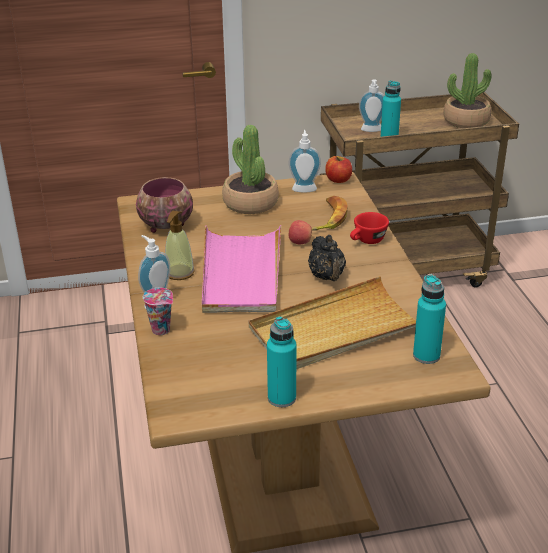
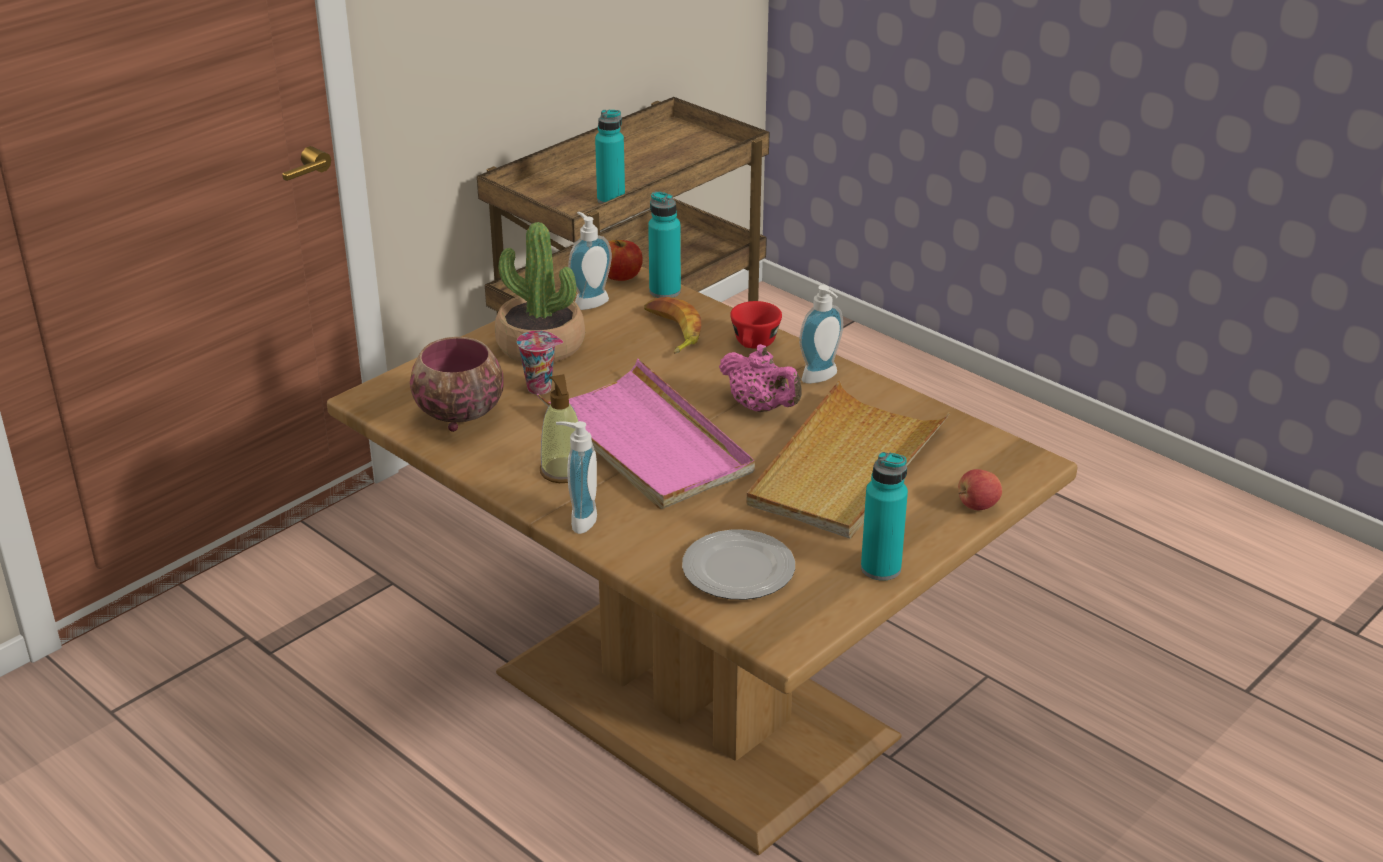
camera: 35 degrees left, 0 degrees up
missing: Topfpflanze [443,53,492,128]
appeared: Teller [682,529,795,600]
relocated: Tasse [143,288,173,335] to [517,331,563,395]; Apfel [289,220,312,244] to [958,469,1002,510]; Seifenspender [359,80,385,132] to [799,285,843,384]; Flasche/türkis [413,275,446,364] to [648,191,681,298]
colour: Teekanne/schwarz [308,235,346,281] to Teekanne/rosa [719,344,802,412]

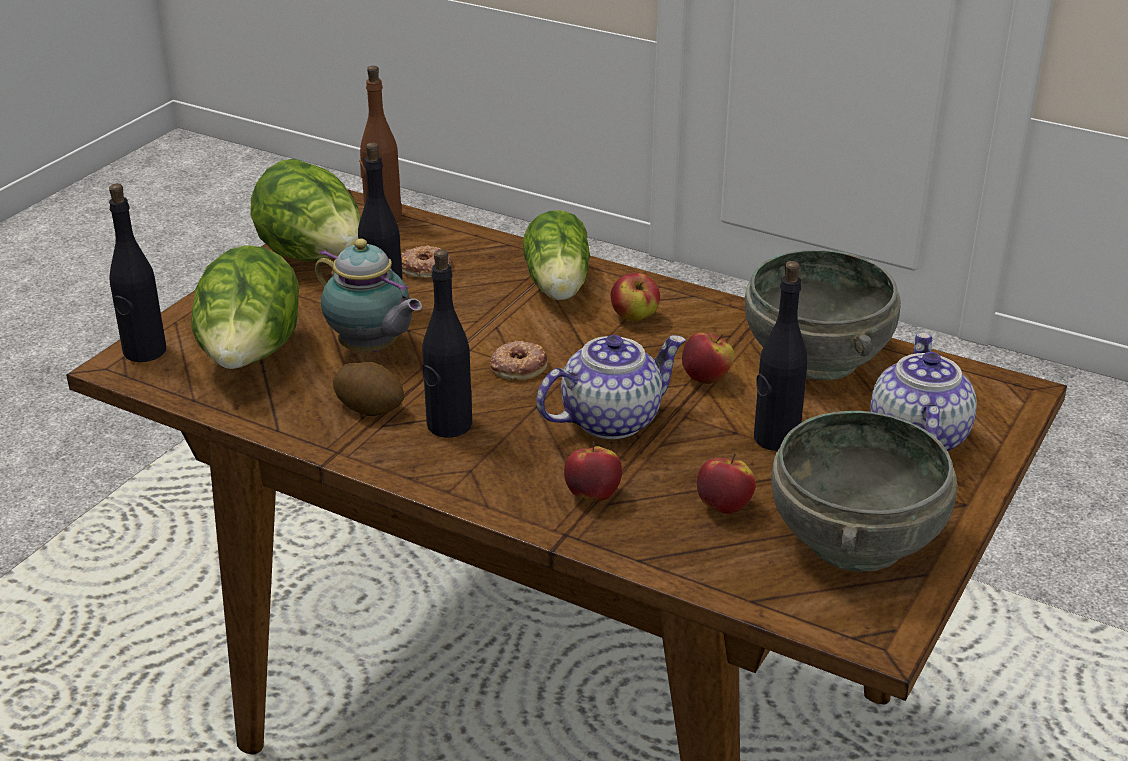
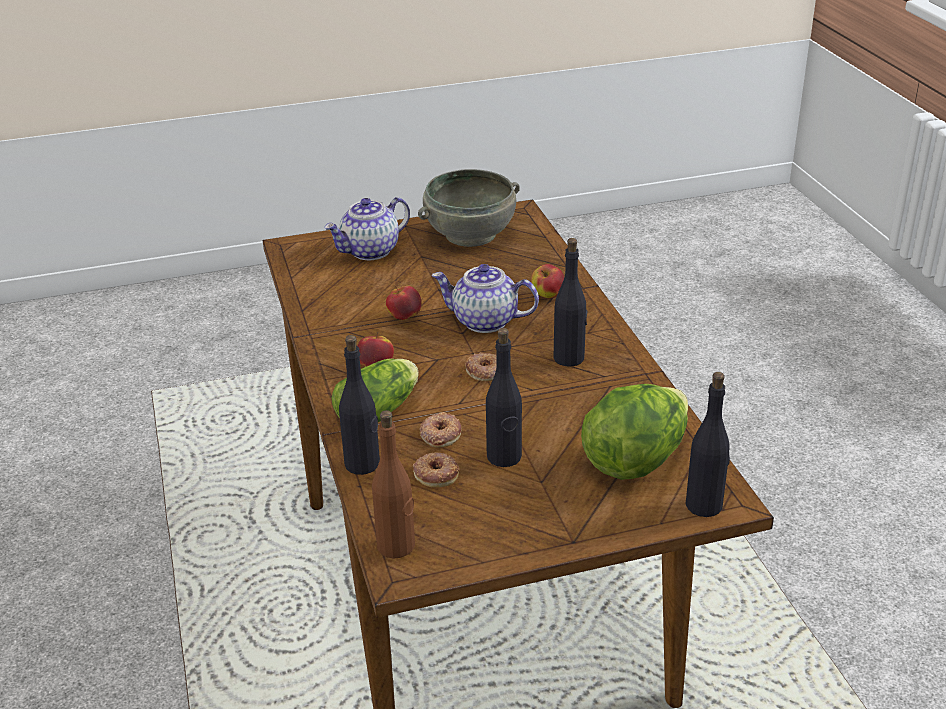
camera: 135 degrees left, 0 degrees up
missing: Salatkopf [250,159,361,262]; Teekanne [315,239,422,352]; Kartoffel [333,362,404,416]; Apfel [697,454,756,514]; Schüssel/grau [745,250,901,380]
appeared: Donut [419,412,461,447]
relocated: Flasche/schwarz [754,261,807,451] to [339,335,380,475]

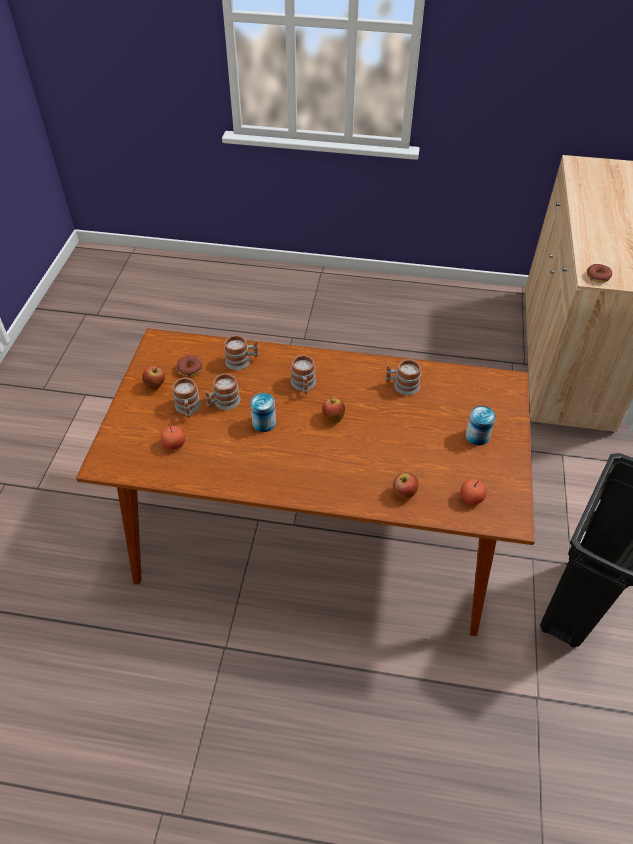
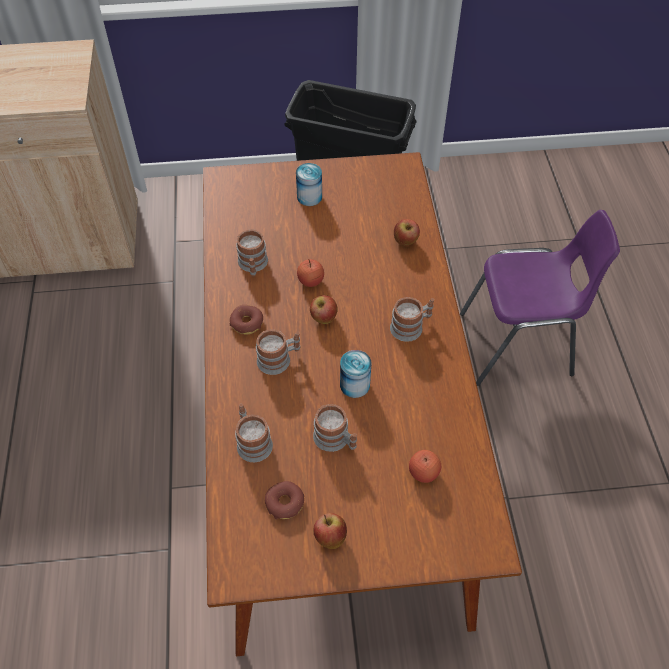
camera: 105 degrees left, 5 degrees up
appeared: Stuhl/lila [460,210,620,386]
relocated: Henkelbecher [173,377,201,418] to [390,297,434,342]; Apfel [460,479,486,505] to [297,259,324,287]; Donut [587,264,612,283] to [230,305,263,335]

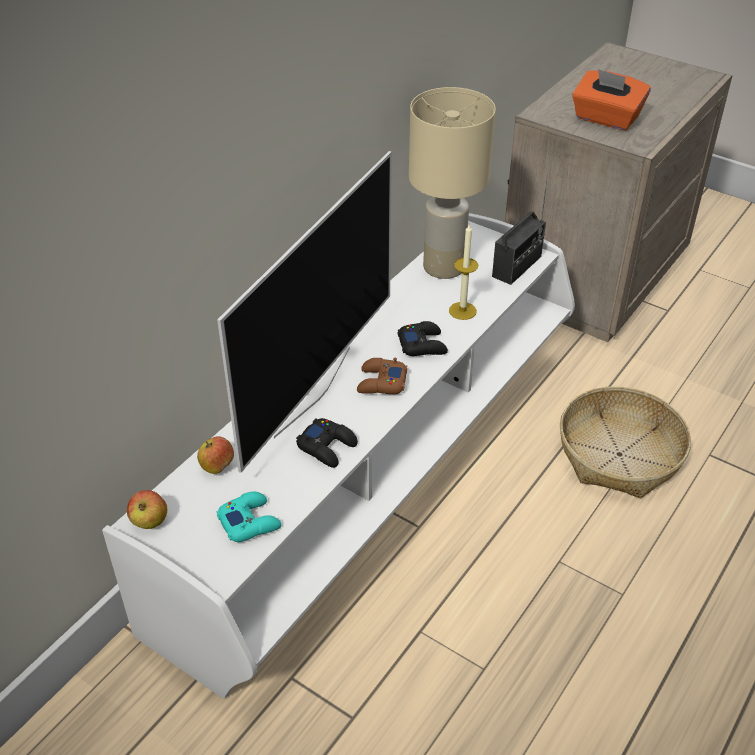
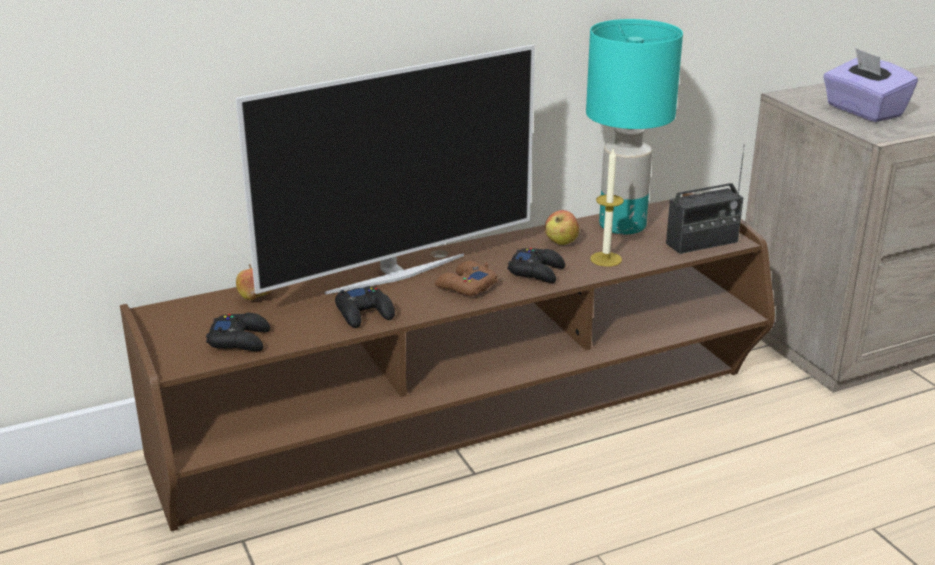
camera: 30 degrees right, 15 degrees down
missing: Korb [560,386,691,498]
relocated: Apfel [127,490,167,529] to [545,210,579,245]
colour: Fernsehschrank/weiß [102,213,575,699] to Fernsehschrank/braun [120,193,775,531]; Gamepad/türkis [216,491,282,542] to Gamepad/schwarz [206,313,271,351]; Tischlampe/beige [409,87,496,279] to Tischlampe/türkis [586,19,683,234]; Taschentuchbox/orange [572,69,651,131] to Taschentuchbox/lila [823,48,918,122]

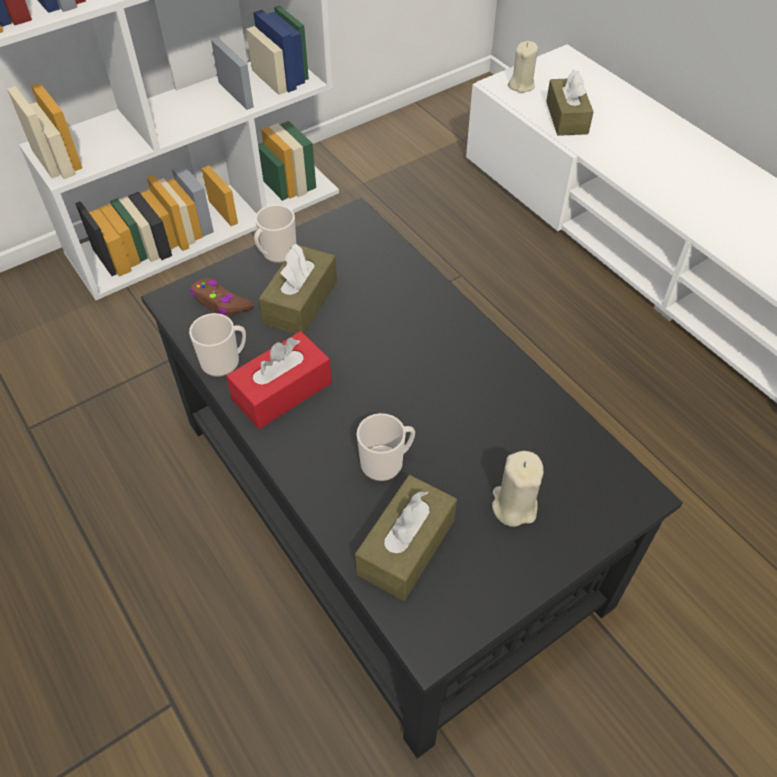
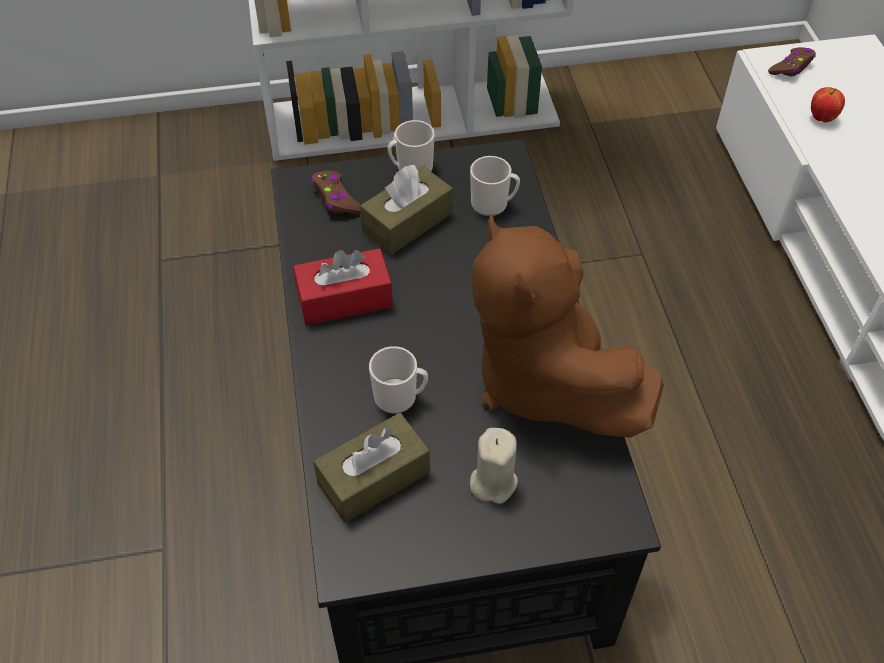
camera: 25 degrees right, 0 degrees up
appeared: Plüschtier/braun [471,213,664,438]
relocated: Henkelbecher [189,313,246,377] to [470,156,520,216]
exchanged: Kerze/beige [508,41,538,93] to Gamepad/braun [768,47,816,76]; Taschentuchbox/braun [546,69,593,136] to Apfel [811,87,845,122]

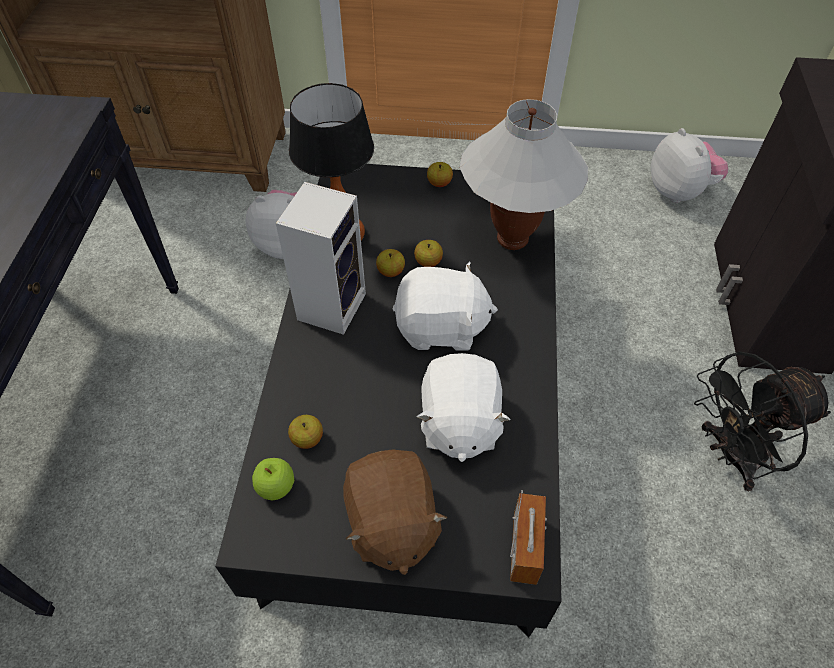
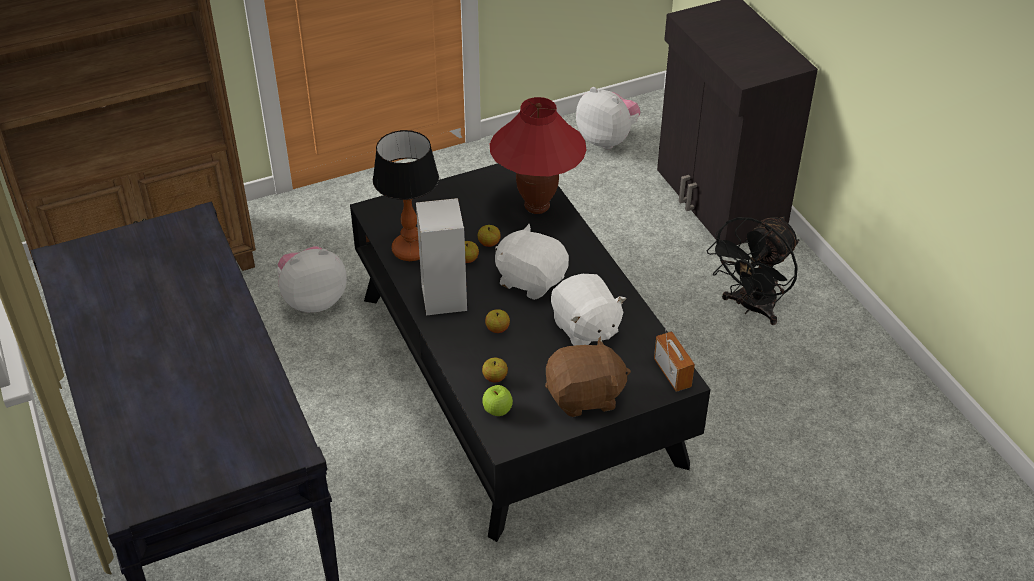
camera: 30 degrees left, 10 degrees down
relocated: Apfel [427,162,453,187] to [485,309,510,333]
colour: Tischlampe/weiß [459,99,588,250] to Tischlampe/rot [490,97,587,214]
spun: Plüschtier/braun [343,449,447,575] = [545,336,631,417] 60 degrees counterclockwise; Plüschtier/weiß [393,262,498,351] = [495,224,569,300] 120 degrees counterclockwise

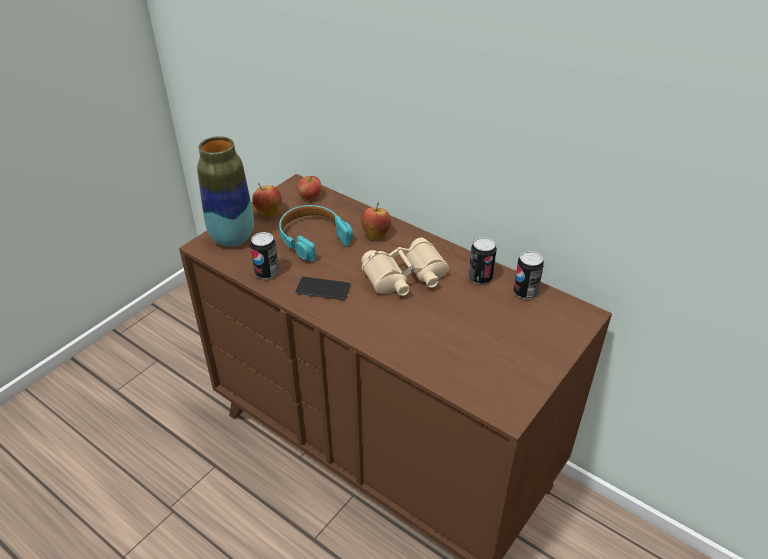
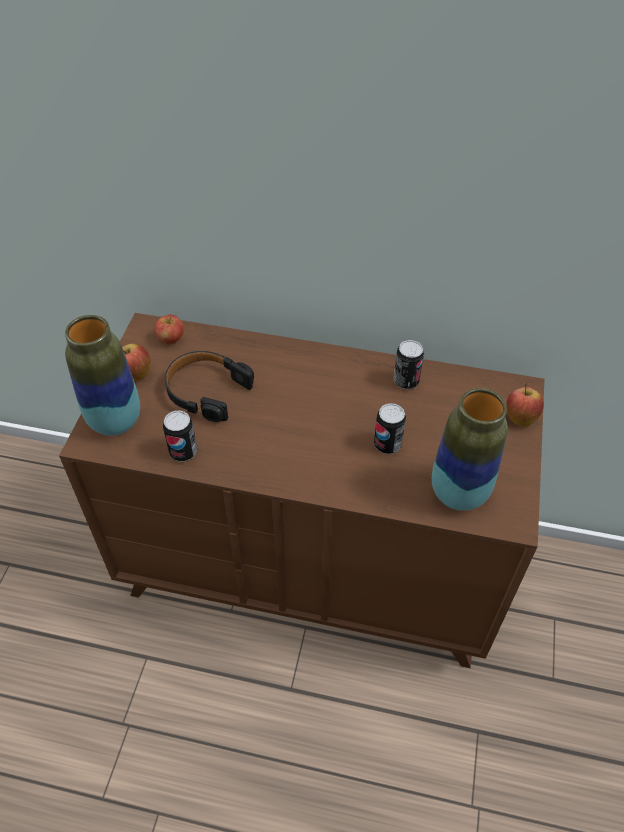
camera: 25 degrees left, 10 degrees up
missing: Handy [296,277,351,300]; Fernglas/beige [361,238,449,296]
appeared: Vase [432,388,508,511]
relocated: Apfel [361,202,391,240] to [506,383,544,427]; Dose [513,251,544,299] to [374,403,406,454]
colour: Kopfhörer/türkis [279,205,353,262] to Kopfhörer/schwarz [165,351,254,422]

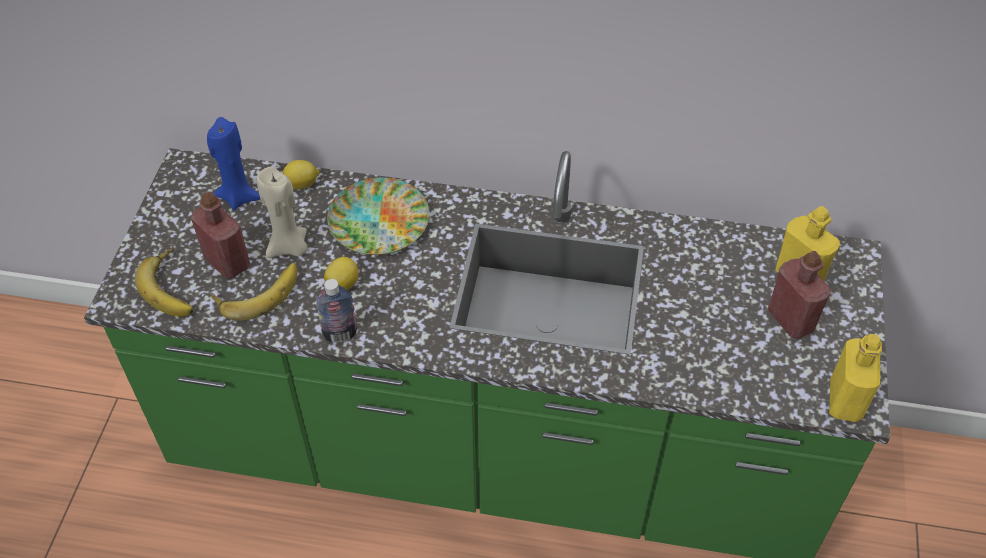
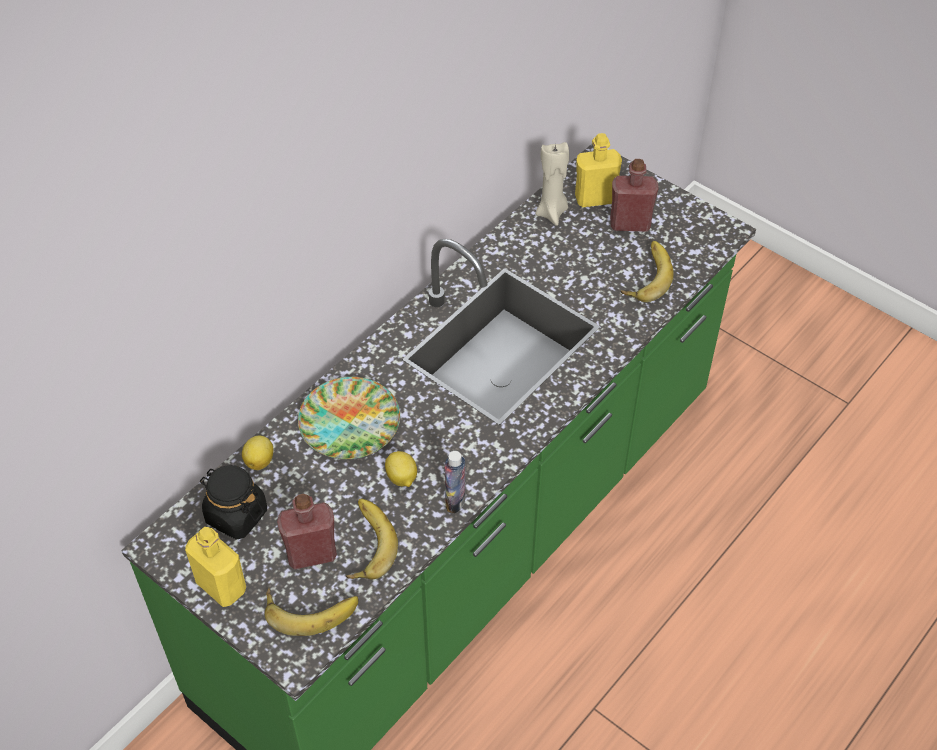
camera: 60 degrees left, 0 degrees up
appeared: Banane [621,241,674,302]
relocated: Kerze/beige [257,166,308,258] to [535,142,569,226]; Flasche/gelb [829,334,882,422] to [185,527,246,607]
exchanged: Kerze/blau [207,117,260,210] to Vorratsglas/schwarz [200,465,267,540]

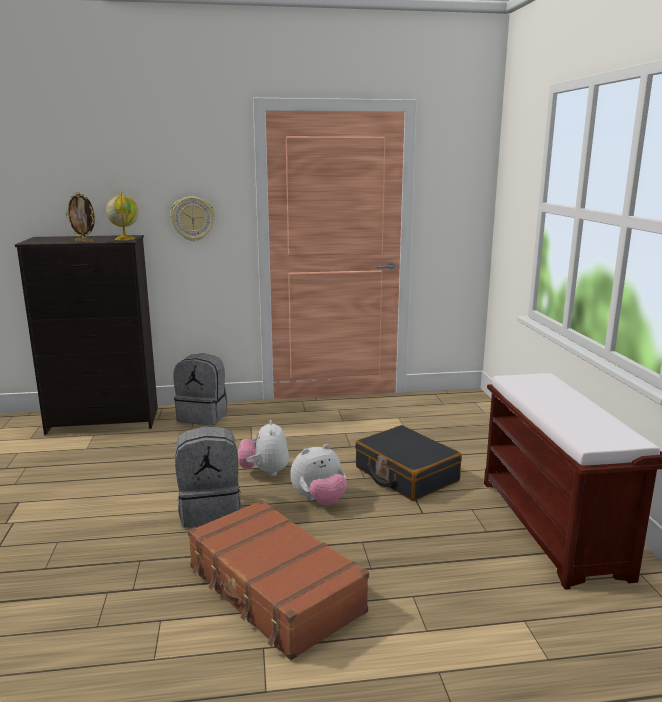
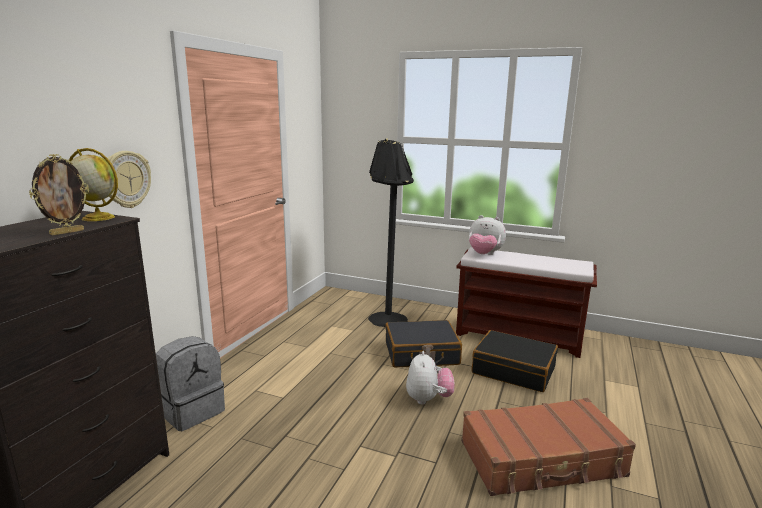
camera: 60 degrees left, 0 degrees up
missing: Rucksack/grau [175,426,241,528]
appeared: Stehlampe/schwarz [368,138,414,327]; Koffer/schwarz [472,330,558,392]
relocated: Plüschtier [238,420,289,476] to [469,215,506,255]

